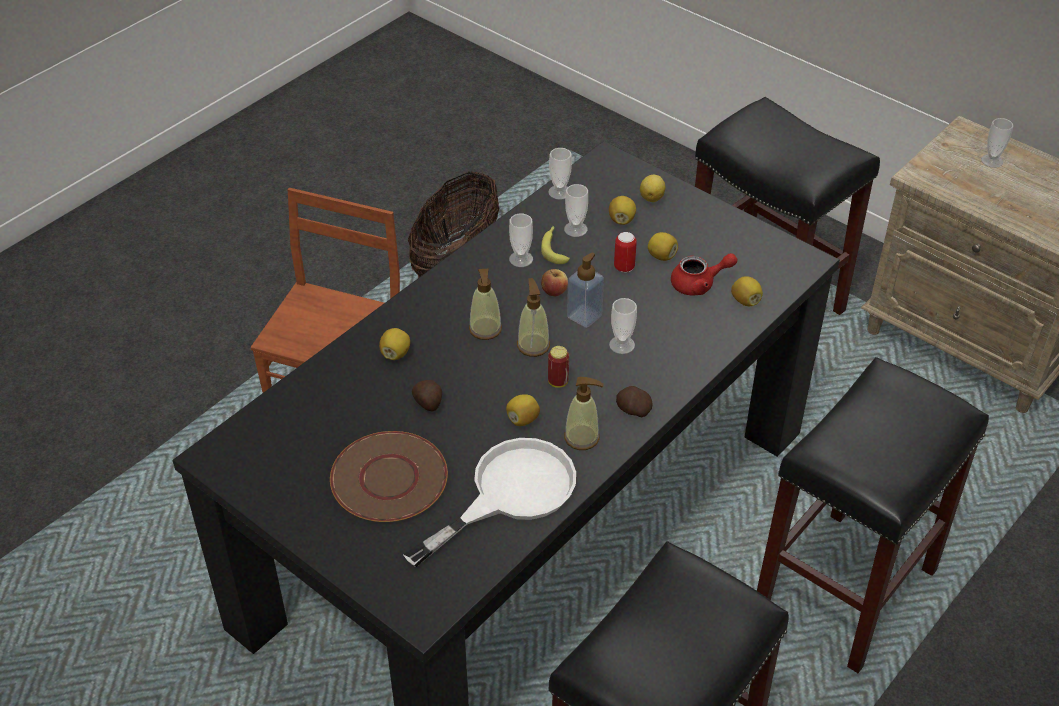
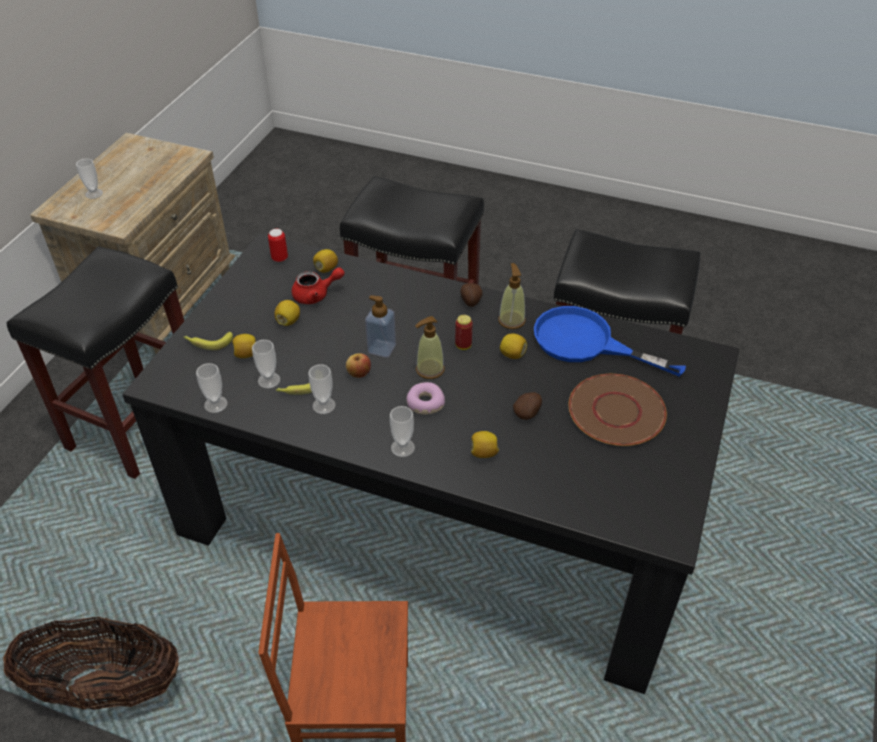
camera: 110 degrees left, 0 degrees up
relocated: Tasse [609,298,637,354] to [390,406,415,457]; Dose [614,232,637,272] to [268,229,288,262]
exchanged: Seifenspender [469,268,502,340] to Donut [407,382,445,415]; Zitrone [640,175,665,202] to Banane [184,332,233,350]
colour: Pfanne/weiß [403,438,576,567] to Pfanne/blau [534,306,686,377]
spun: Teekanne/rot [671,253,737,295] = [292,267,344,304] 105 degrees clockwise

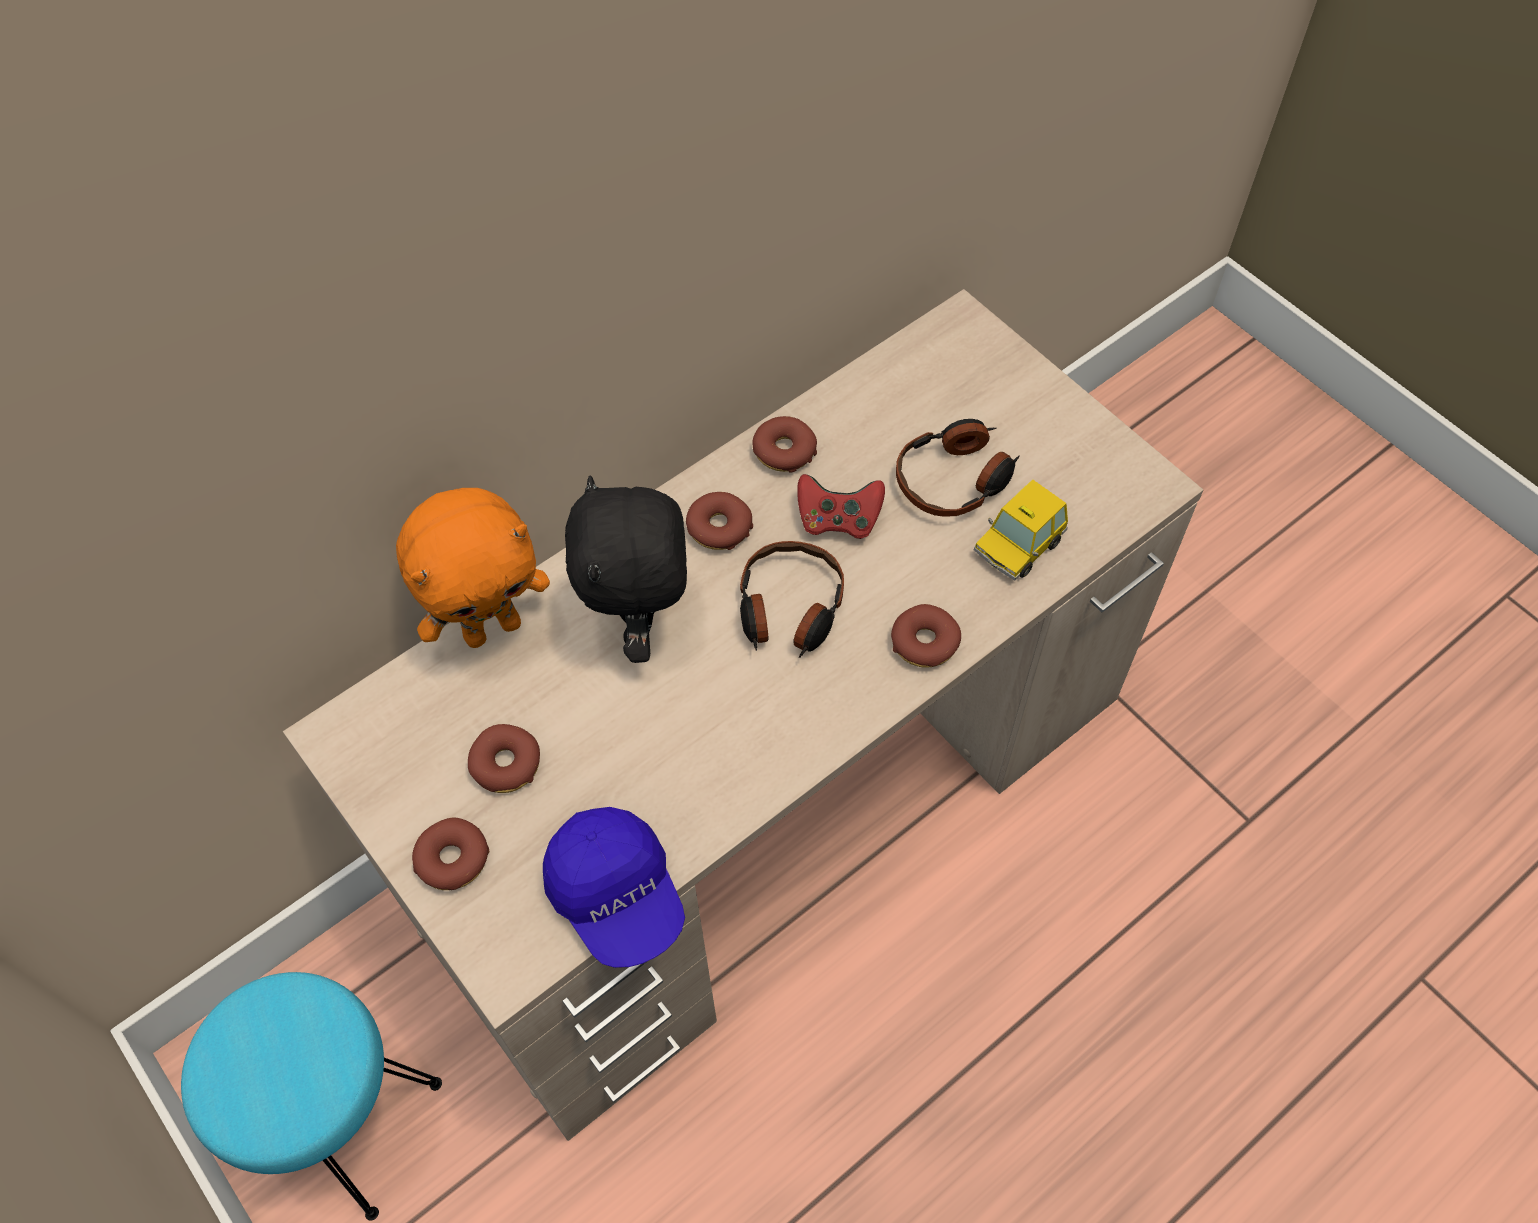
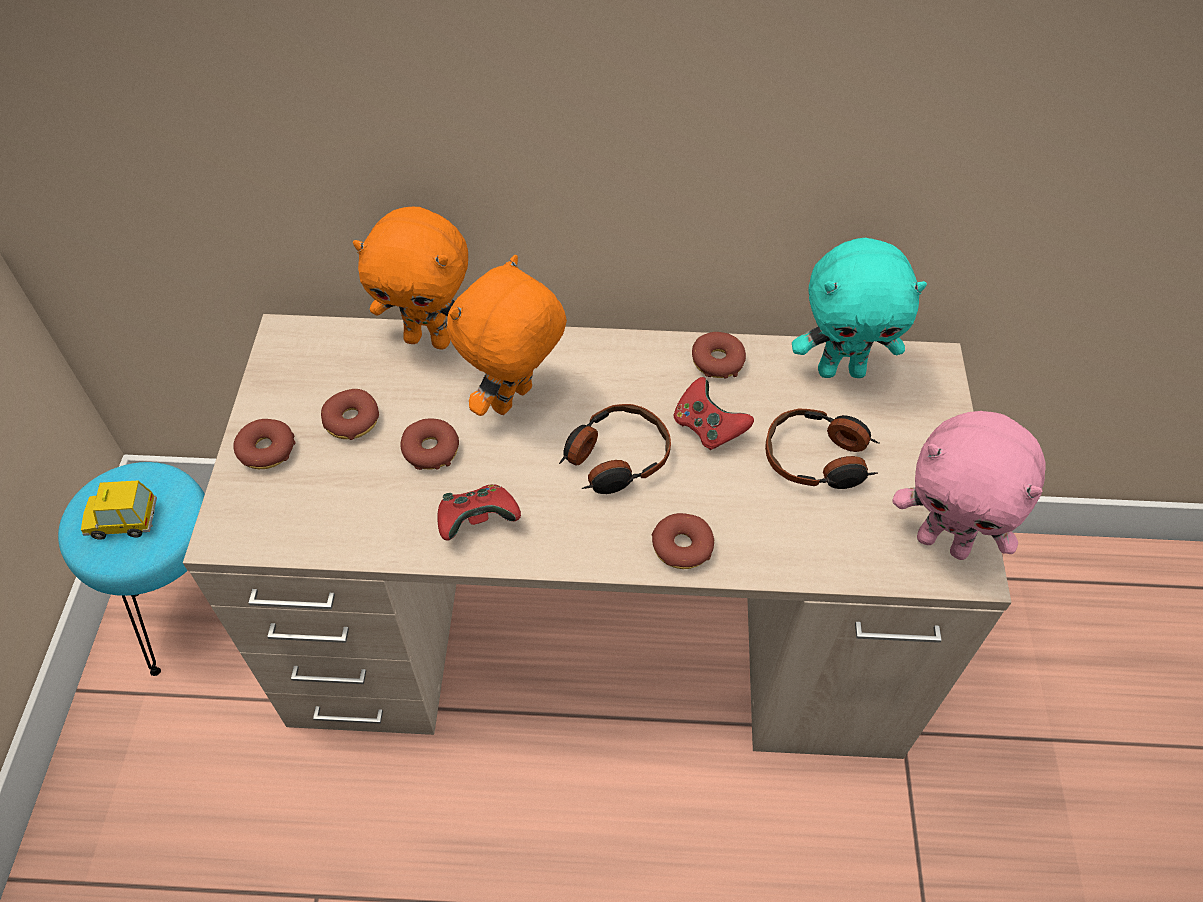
camera: 40 degrees right, 5 degrees down
missing: Kappe/blau [543,807,685,968]
appeared: Gamepad/rot [437,484,521,541]; Plüschtier/türkis [792,238,927,378]; Plüschtier/rosa [892,411,1046,560]
relocated: Donut [686,492,753,550] to [400,418,459,470]; Spielzeugauto [974,479,1068,581] to [81,481,157,540]
colour: Plüschtier/schwarz [565,475,687,663] to Plüschtier/orange [447,255,567,416]

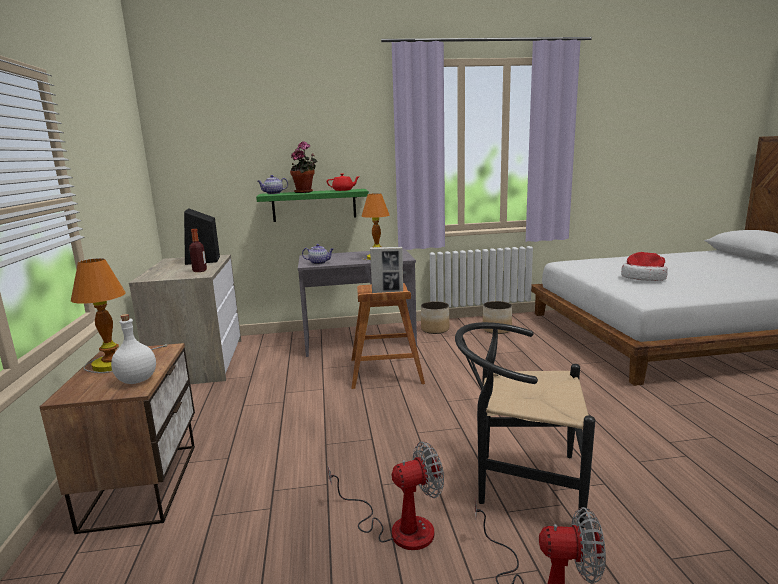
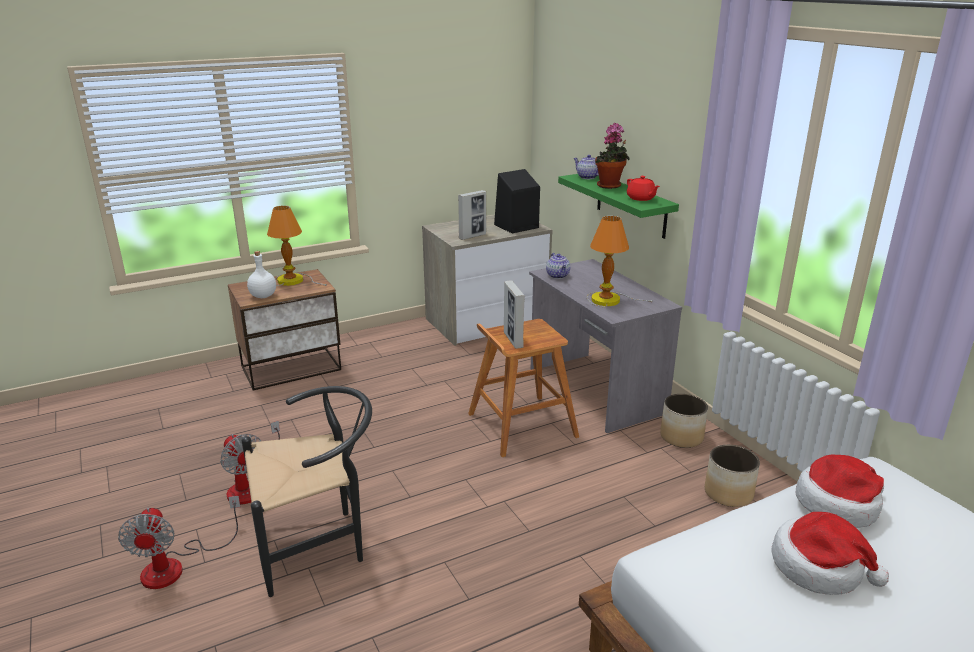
camera: 70 degrees right, 10 degrees up
appeared: Hut [796,455,884,528]
exchanged: Flasche [189,229,207,272] to Bilderrahmen [458,190,486,240]
spun: Stuhl/schwarz [455,322,595,528] = [242,386,372,597] 75 degrees clockwise

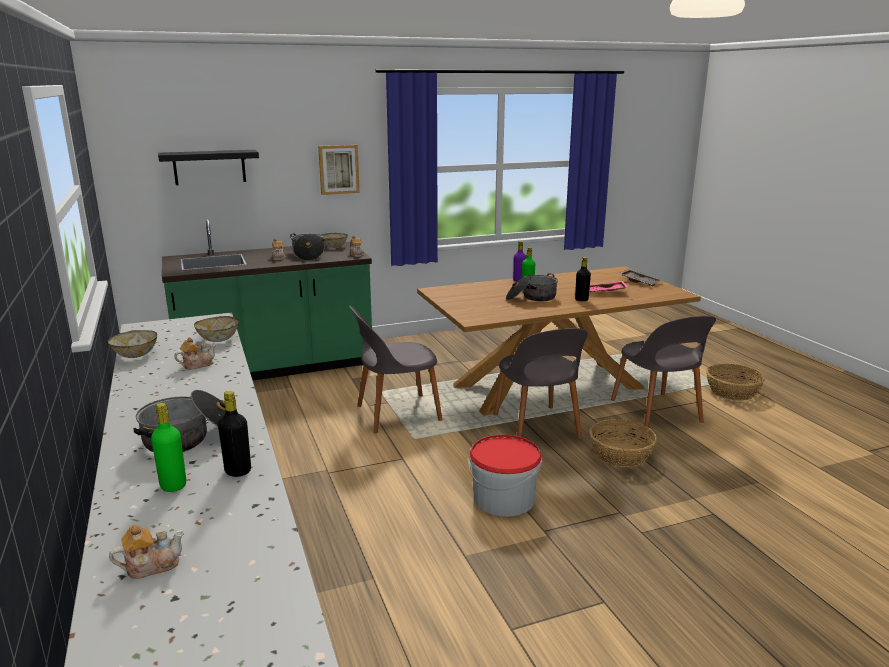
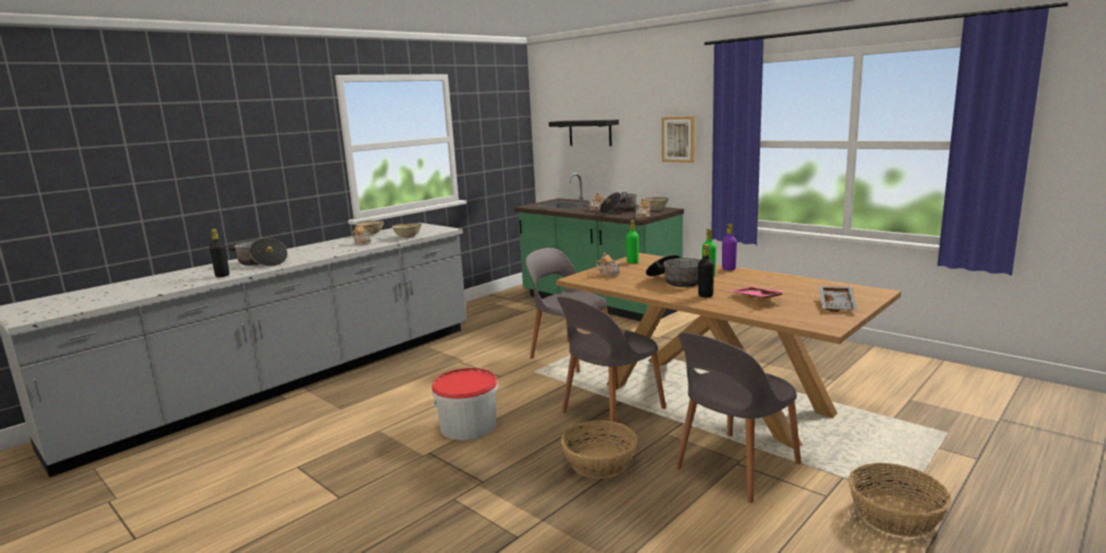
camera: 65 degrees right, 5 degrees down
relocated: Teekanne [109,525,184,579] to [596,252,621,277]; Flasche/grün [151,403,186,492] to [626,220,639,264]

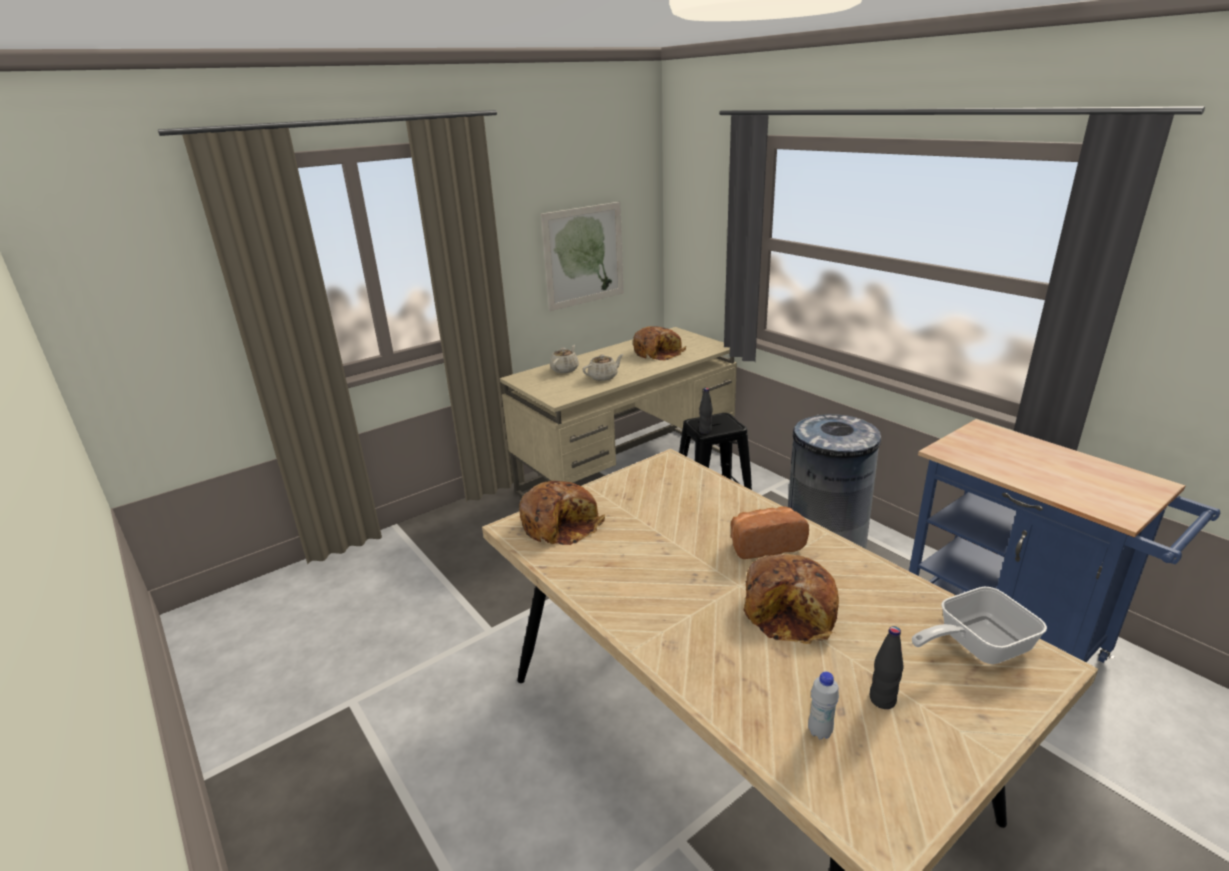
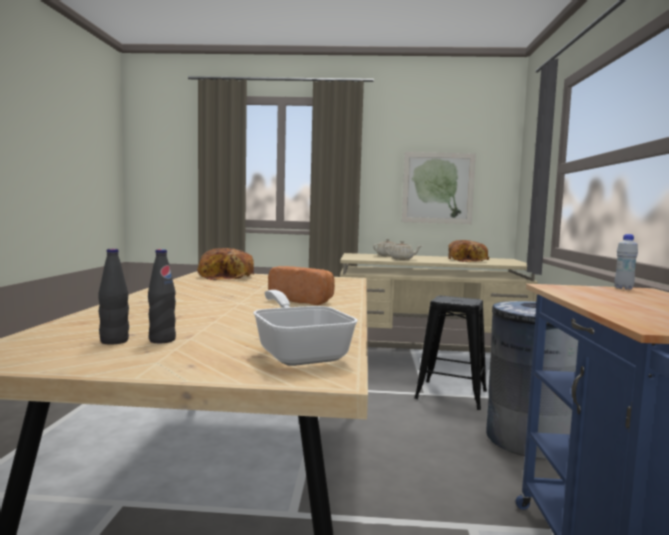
camera: 40 degrees right, 20 degrees down
missing: Brot [743,554,839,644]
relocated: Flasche/schwarz [699,388,713,434] to [98,249,129,345]; Flasche/weiß [808,672,839,740] to [614,234,638,290]
spun: Pfanne [912,586,1047,664] = [253,290,358,366] 45 degrees clockwise

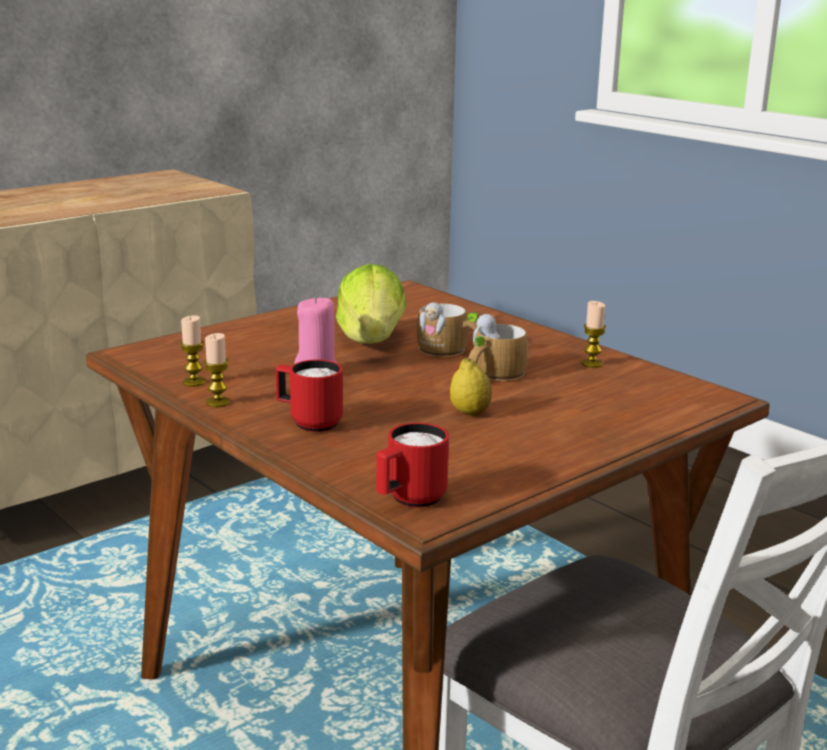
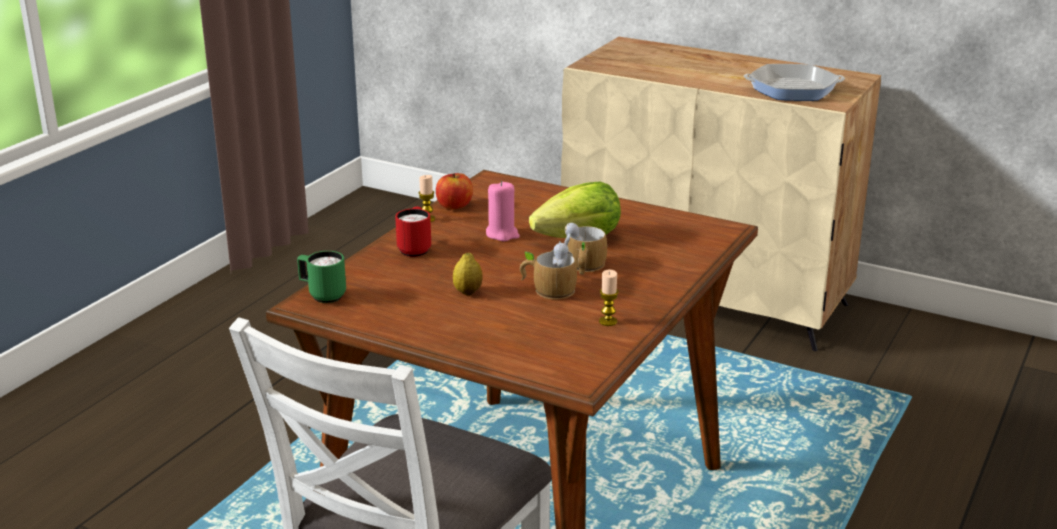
camera: 70 degrees right, 5 degrees up
appeared: Pfanne [744,64,845,101]
exchanged: Kerze [180,315,206,387] to Apfel [436,173,473,210]
colour: Henkelbecher/rot [376,423,449,508] to Henkelbecher/grün [297,251,346,303]

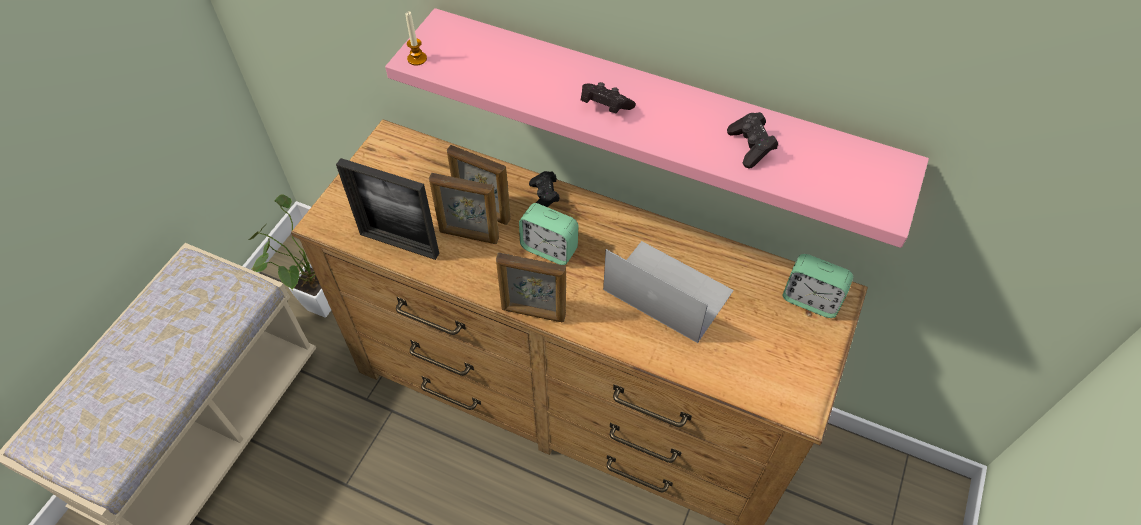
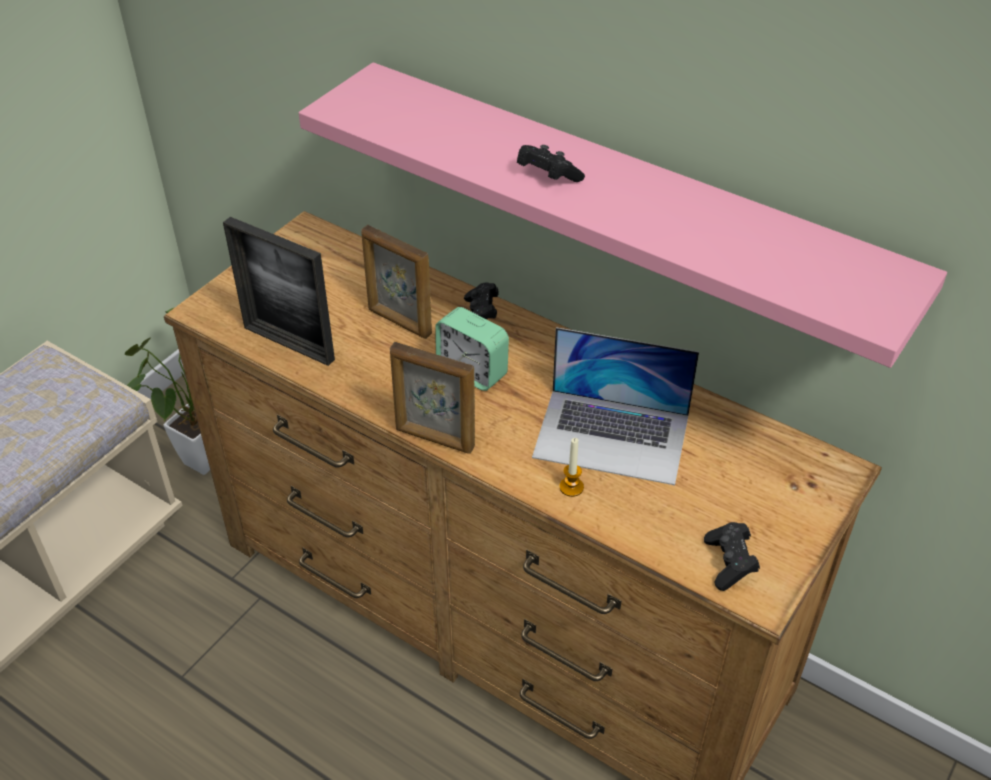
camera: 10 degrees right, 10 degrees down
missing: Bilderrahmen [429,173,499,244]; Wecker [783,254,853,318]
relocated: Kerze [406,11,427,66] to [559,438,584,497]; Gamepad/schwarz [727,112,778,168] to [704,522,760,591]
spun: Laptop [603,241,734,343] = [532,327,699,485] 150 degrees clockwise

